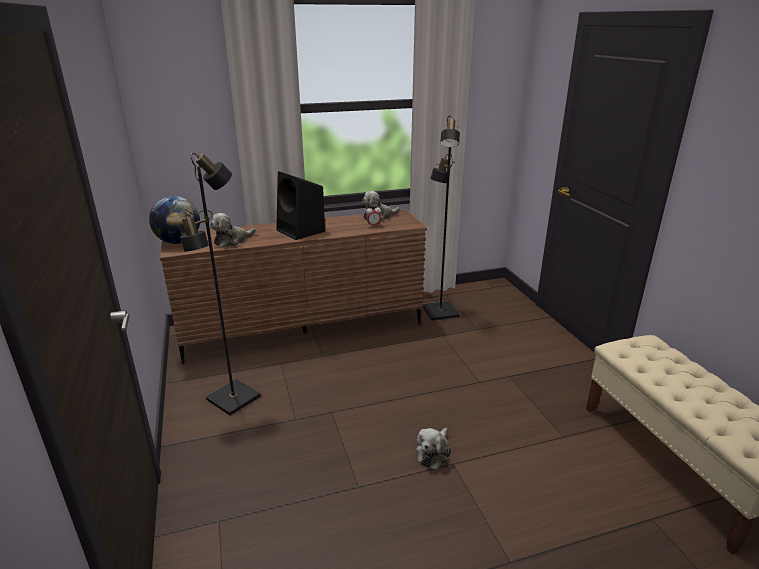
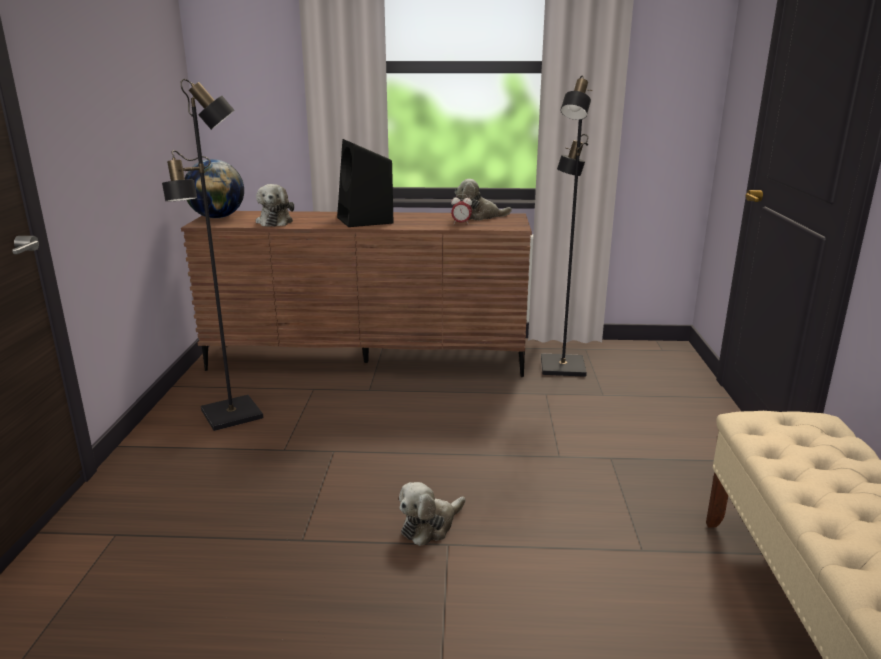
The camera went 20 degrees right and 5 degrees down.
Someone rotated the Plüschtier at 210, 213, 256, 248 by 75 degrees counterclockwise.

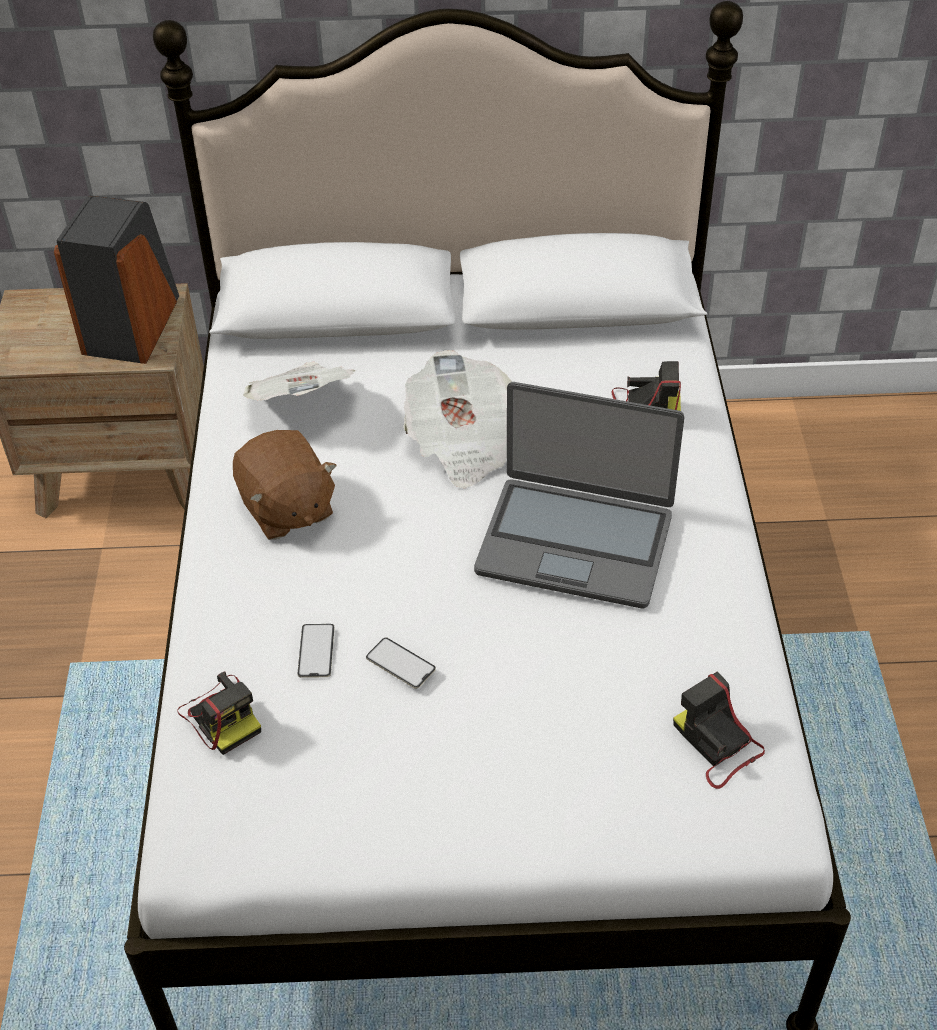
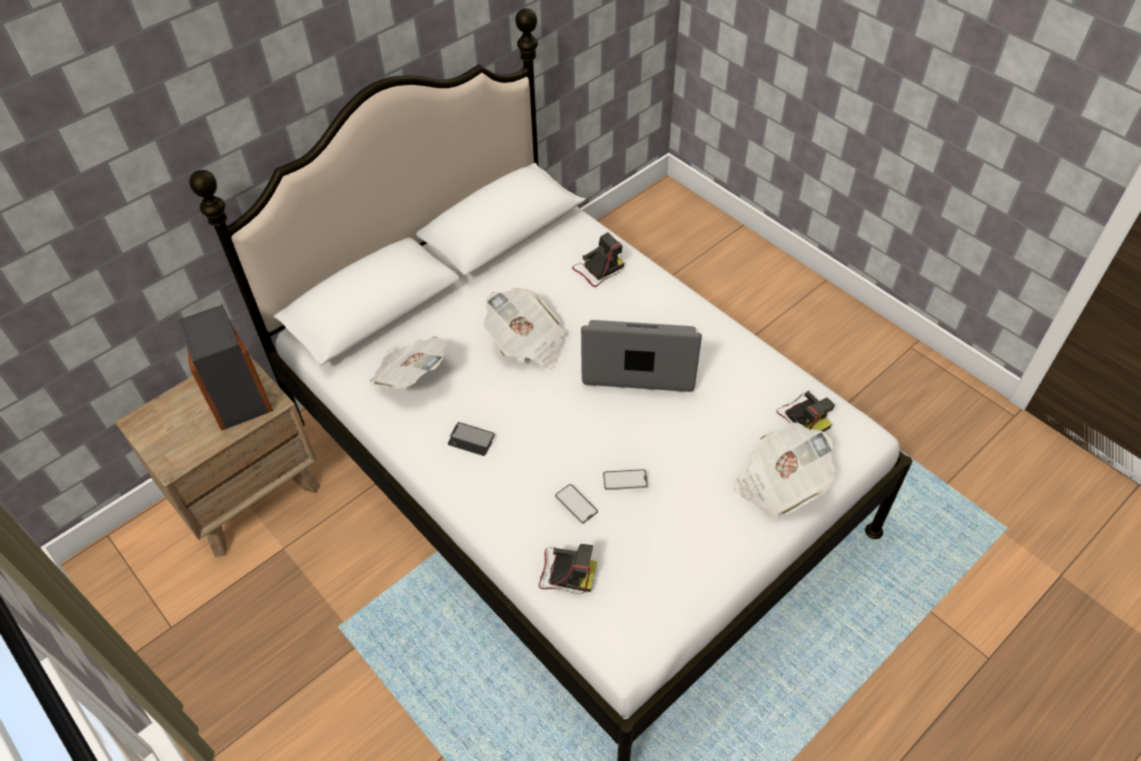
The camera went 40 degrees left and 5 degrees up.
Someone swapped the Plüschtier [braun] at 233, 430, 337, 540 for the Handy at 448, 422, 495, 456.
Someone rotated the Laptop at 474, 382, 684, 608 by 150 degrees counterclockwise.
Someone rotated the Kamera at 673, 672, 765, 789 by 135 degrees counterclockwise.
Someone put down the Zeitung at 733, 423, 836, 519.

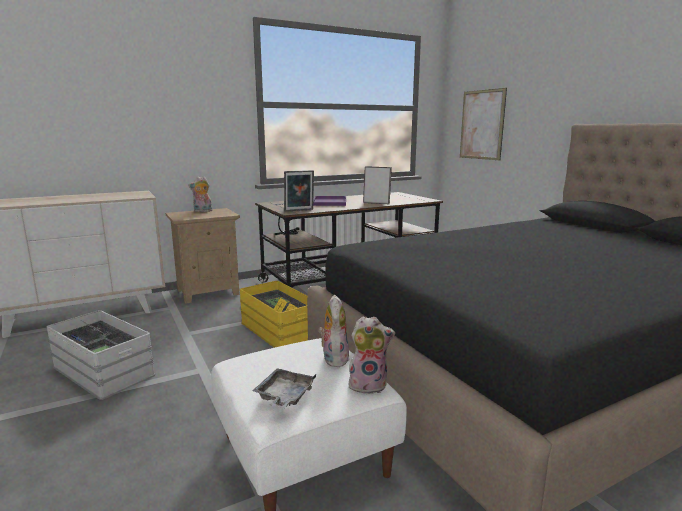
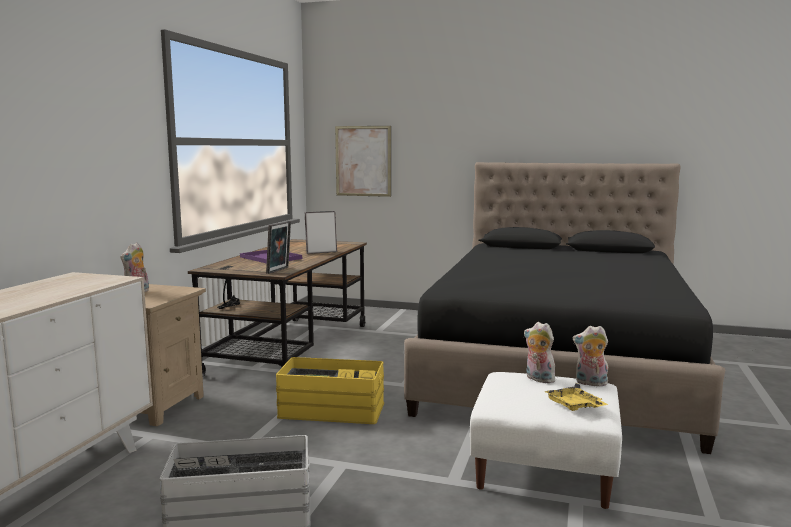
The camera went 45 degrees left and 5 degrees down.
Someone repainted the Tablett [grau] at 252, 368, 317, 408, which became the Tablett [gelb] at 544, 383, 608, 411.
Someone rotated the Plüschtier at 349, 317, 395, 394 by 120 degrees counterclockwise.

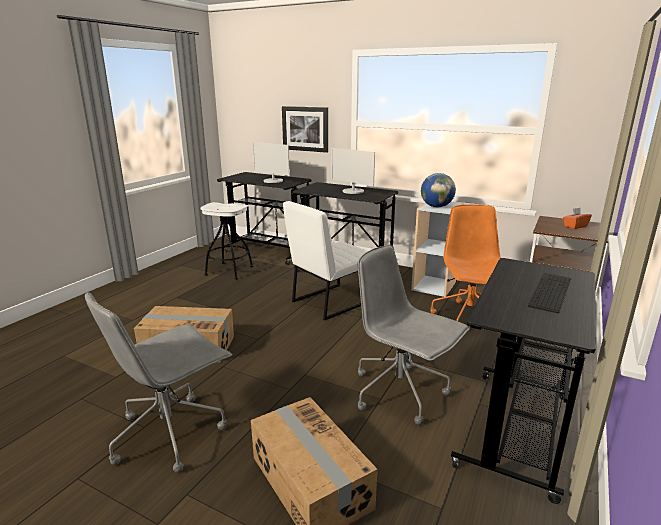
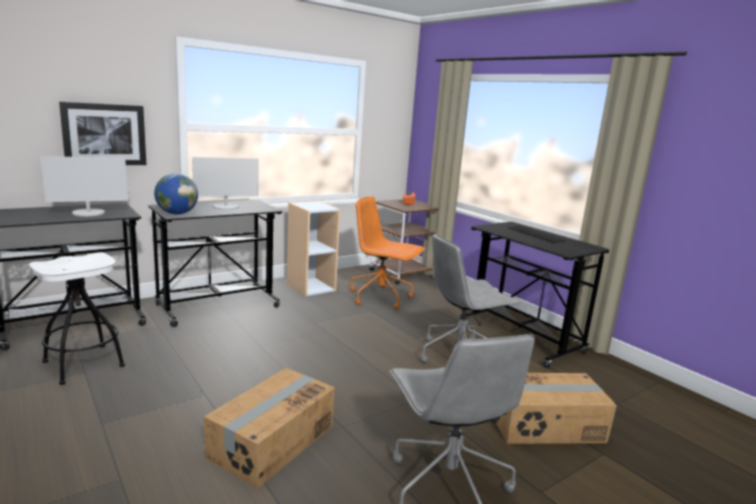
The camera went 65 degrees left and 5 degrees down.
Someone took away the Stuhl [weiß] at 283, 201, 368, 321.
Someone carried the Globus from 421, 173, 456, 207 to 154, 174, 198, 215.

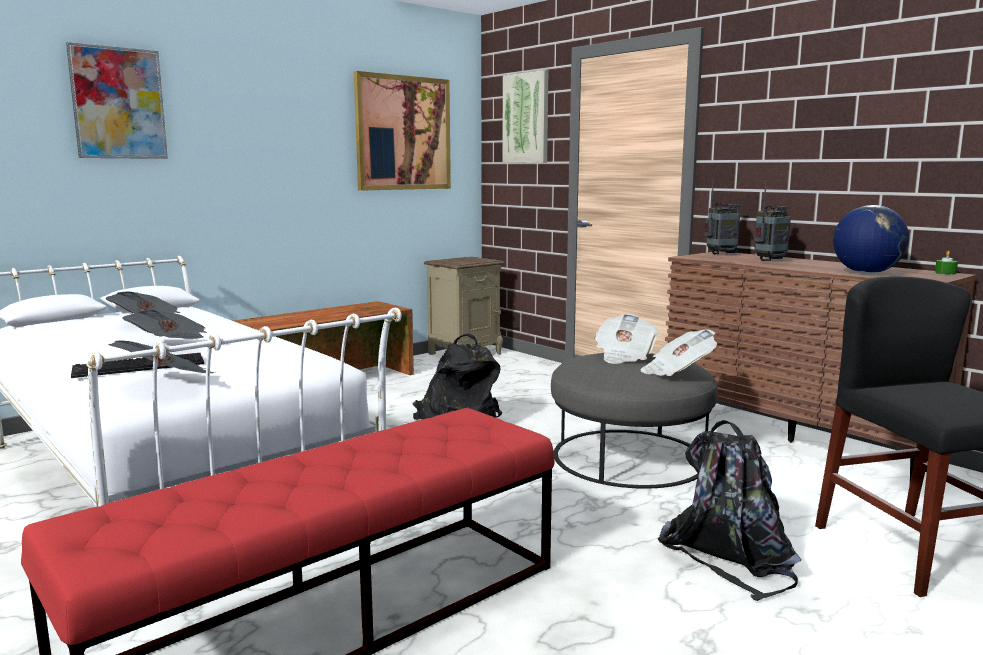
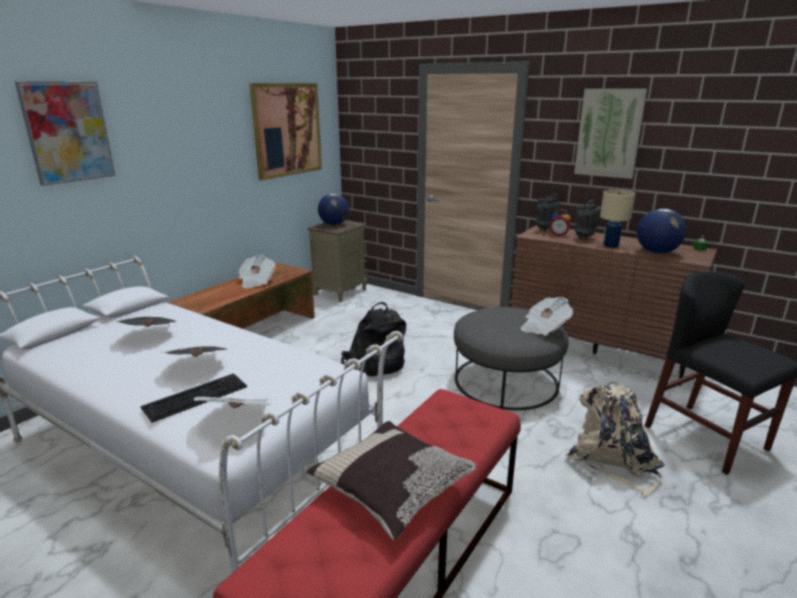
The camera went 15 degrees left and 10 degrees up.
Someone carried the Bild from 502, 70, 548, 163 to 574, 89, 647, 179.
Someone carried the Zeitung from 594, 314, 659, 364 to 238, 255, 276, 288.
Someone repainted the Rucksack [schwarz] at 658, 420, 801, 601, which became the Rucksack [beige] at 566, 382, 665, 497.
Someone put down the Kissen at 306, 421, 476, 540.
Someone put down the Globus at 318, 194, 349, 225.
Someone put down the Wecker at 549, 209, 571, 236.
Someone put down the Tischlampe [beige] at 600, 190, 636, 248.

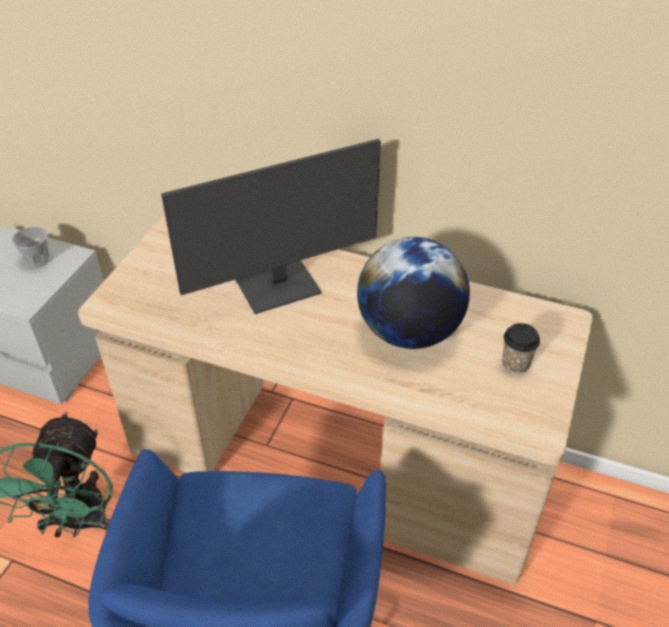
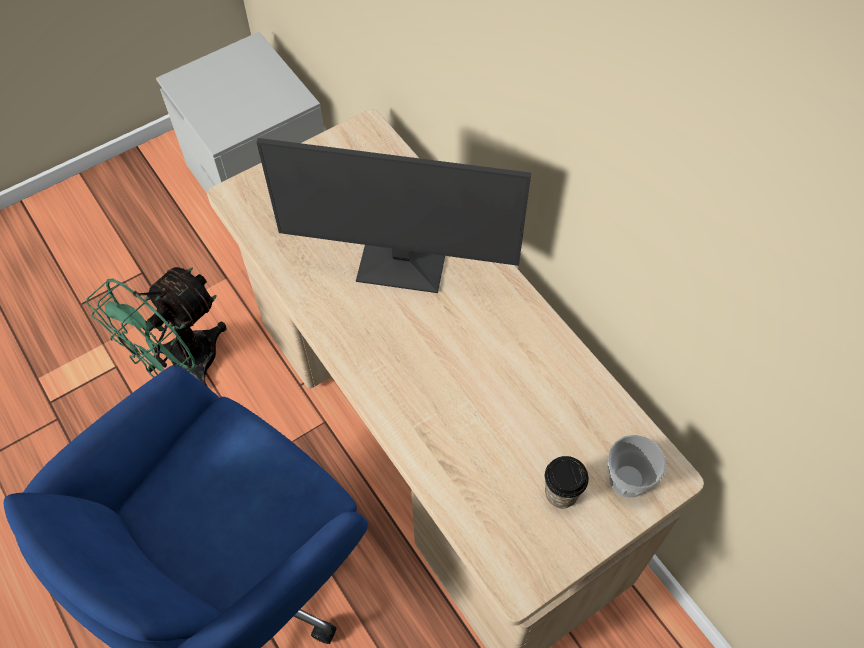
The camera went 35 degrees right and 15 degrees up.
Someone carried the Tasse from 12, 227, 50, 268 to 608, 435, 666, 498.
Someone took away the Globus at 357, 237, 470, 349.

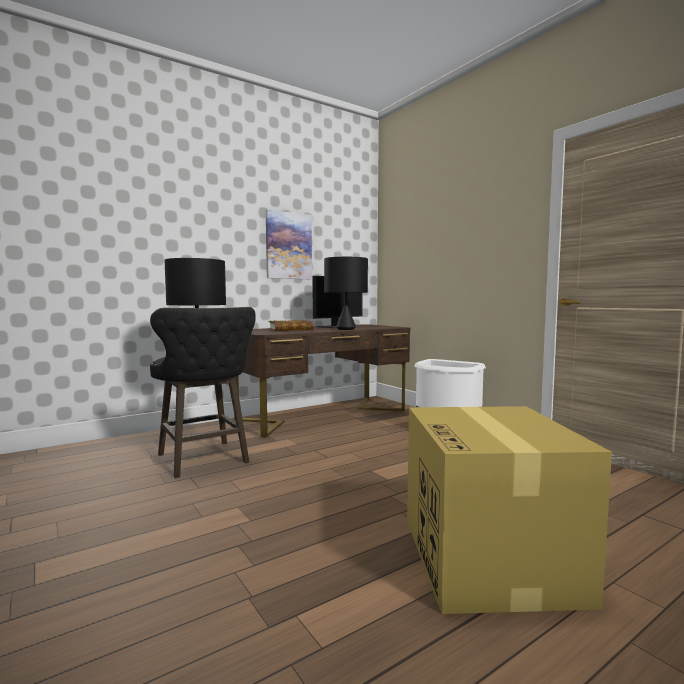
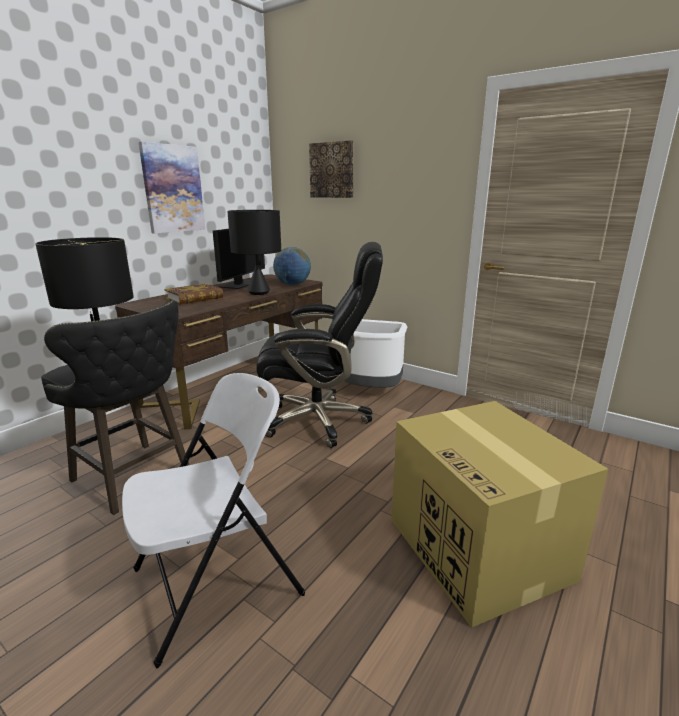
The camera went 20 degrees left and 15 degrees up.
Someone put down the Stuhl [weiß] at 122, 373, 305, 668.
Someone put down the Bürostuhl [schwarz] at 256, 242, 383, 448.
Someone put down the Globus at 273, 247, 311, 285.
Someone put up the Bild at 309, 140, 354, 198.

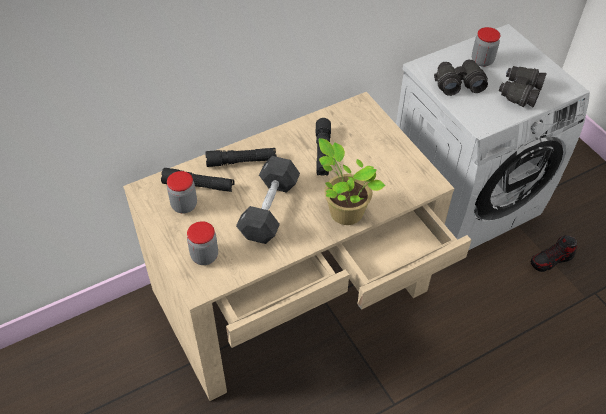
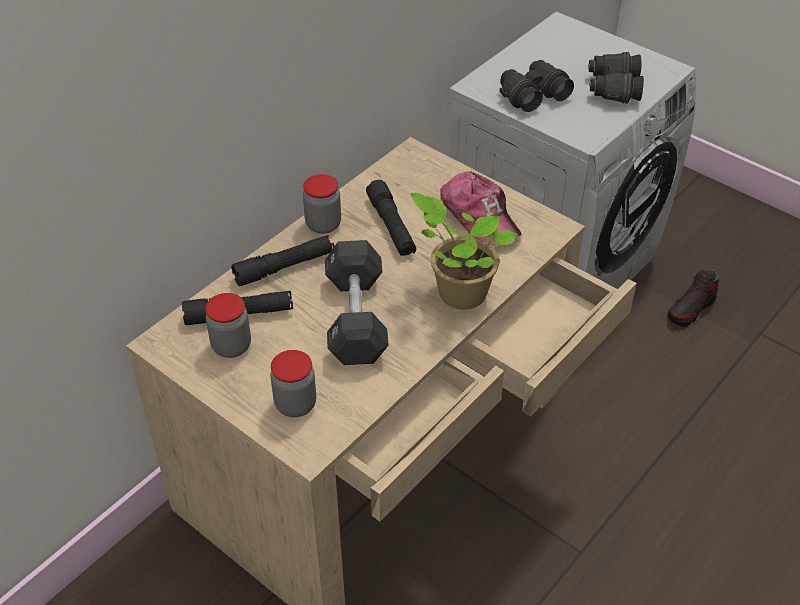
The camera went 20 degrees left and 5 degrees down.
Someone carried the Vorratsglas from 472, 27, 500, 67 to 303, 174, 341, 234.
Someone put down the Kappe at 440, 171, 522, 247.

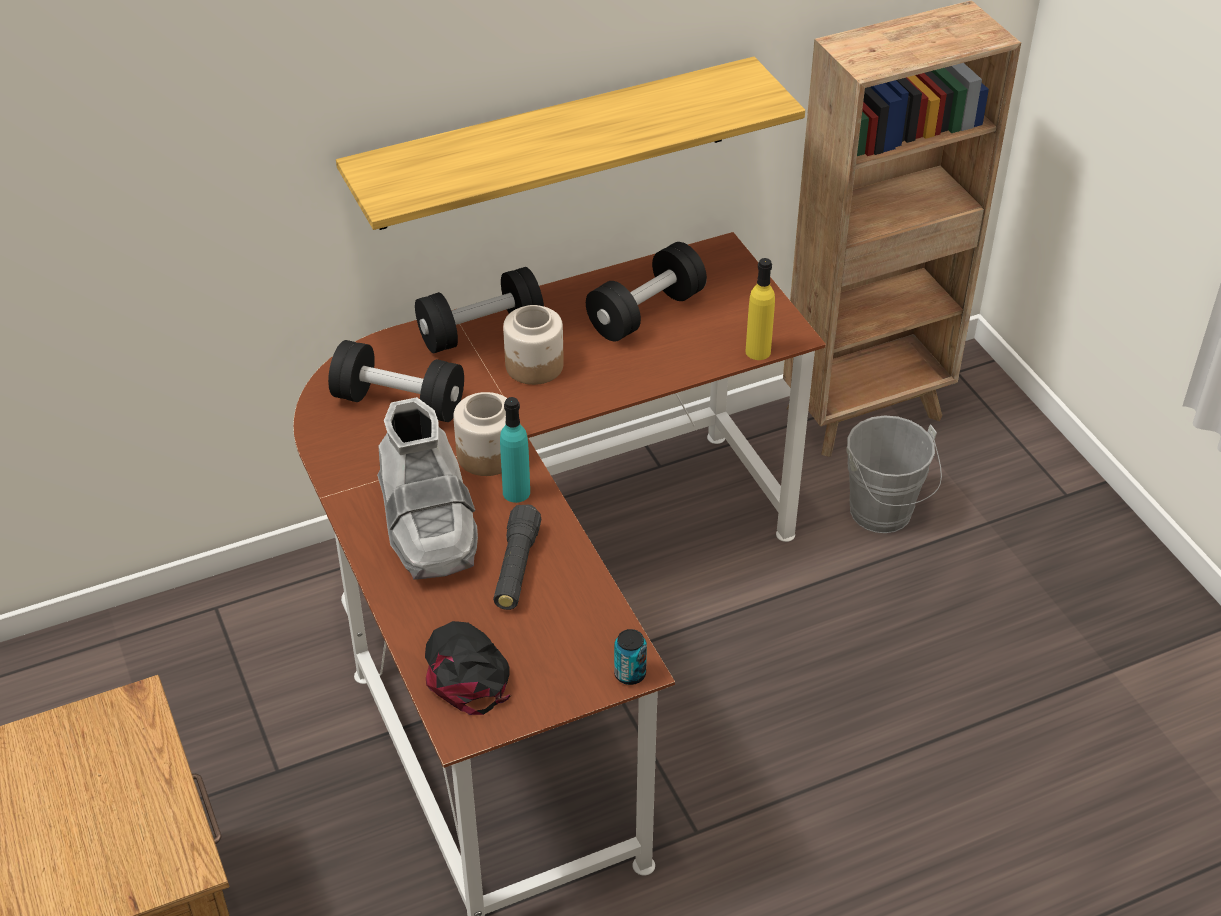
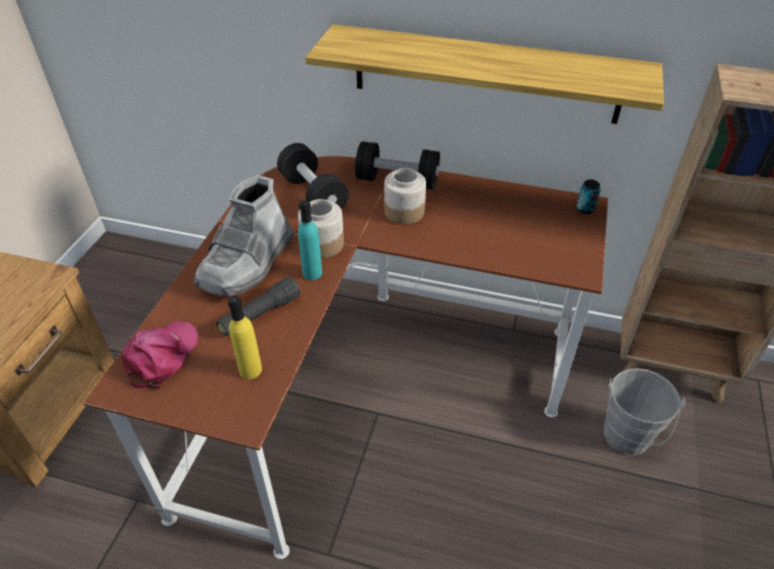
The camera went 40 degrees right and 0 degrees up.
Someone repainted the Kappe [schwarz] at 425, 621, 511, 715, which became the Kappe [rosa] at 121, 321, 199, 389.
Someone took away the Hantel [schwarz] at 586, 242, 707, 342.
Someone carried the Dose from 614, 629, 647, 685 to 576, 179, 601, 214.
Someone carried the Flasche [gelb] from 745, 258, 775, 360 to 228, 295, 262, 379.

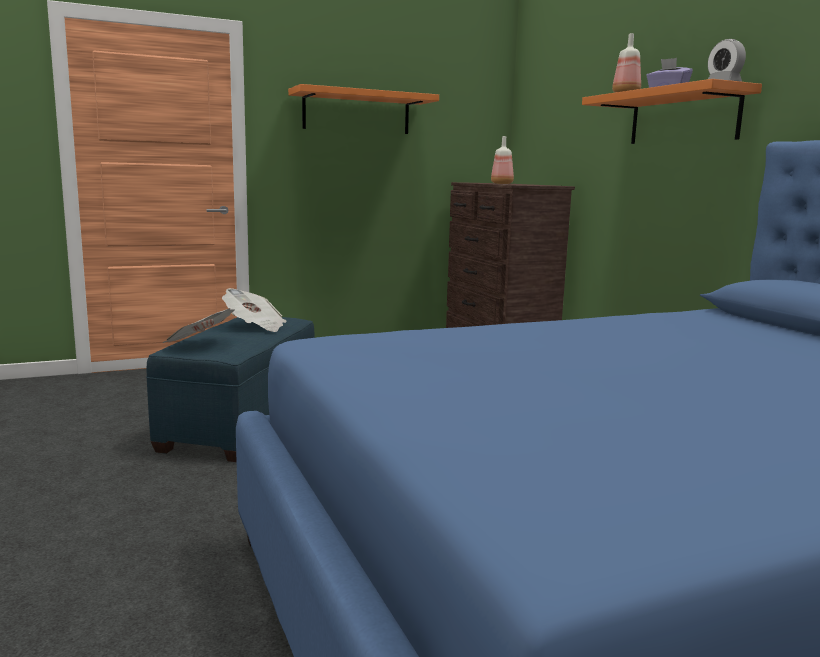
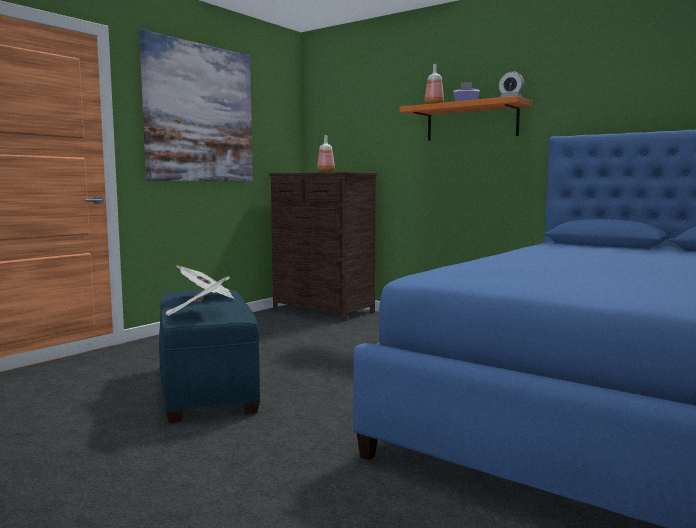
The camera went 30 degrees left and 5 degrees down.
Someone swapped the Wandregal [orange] at 288, 84, 439, 134 for the Bild at 139, 30, 253, 182.

